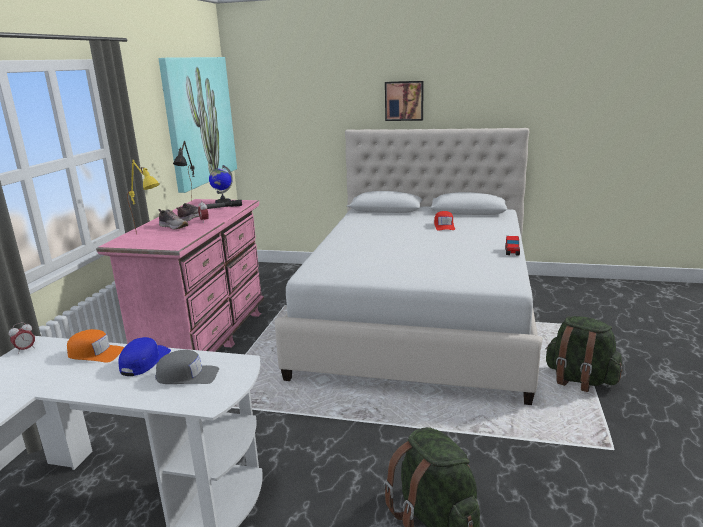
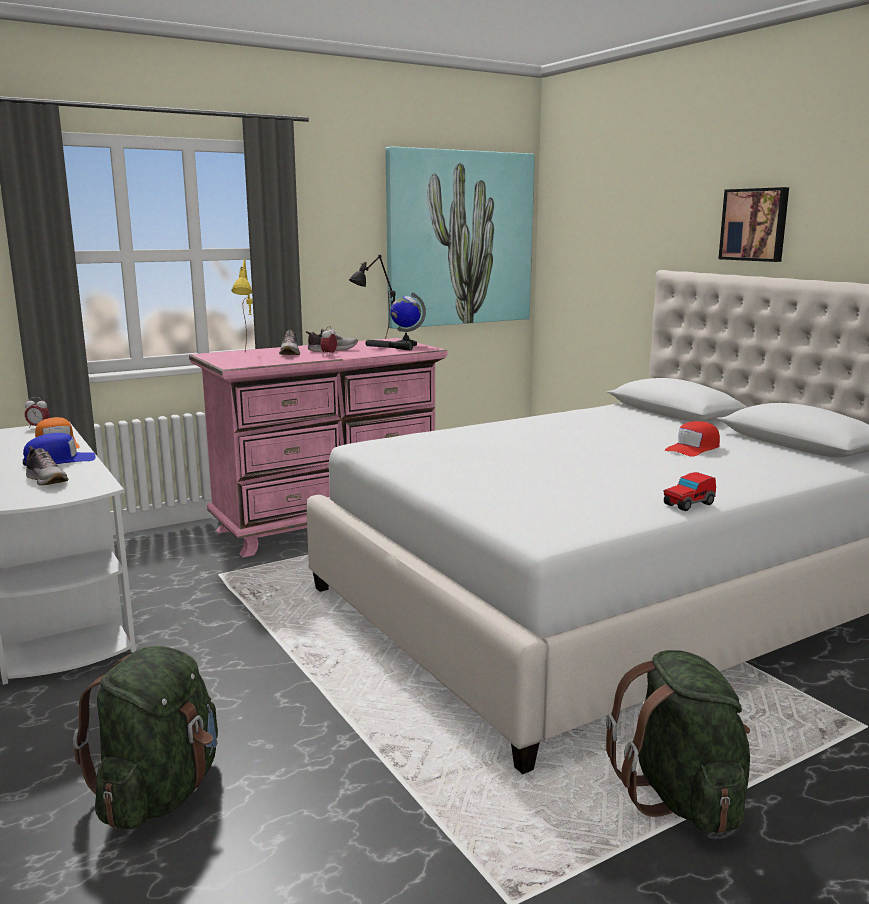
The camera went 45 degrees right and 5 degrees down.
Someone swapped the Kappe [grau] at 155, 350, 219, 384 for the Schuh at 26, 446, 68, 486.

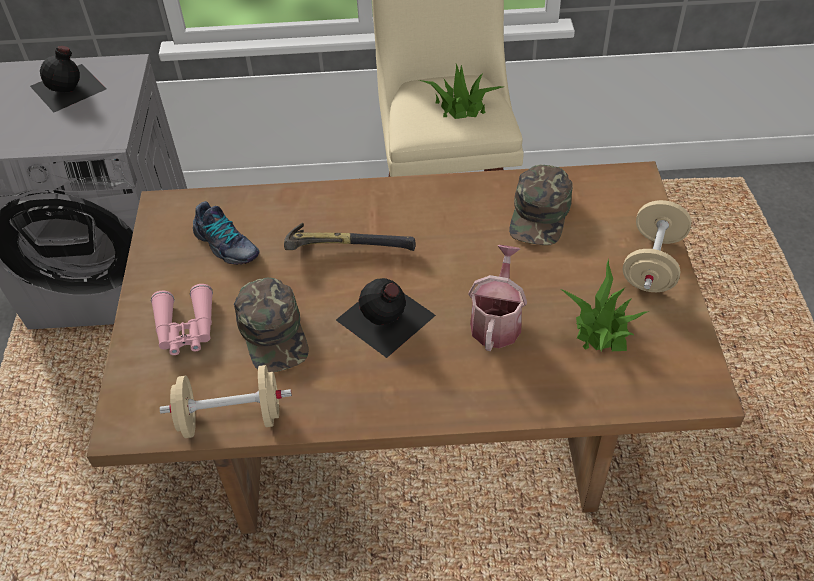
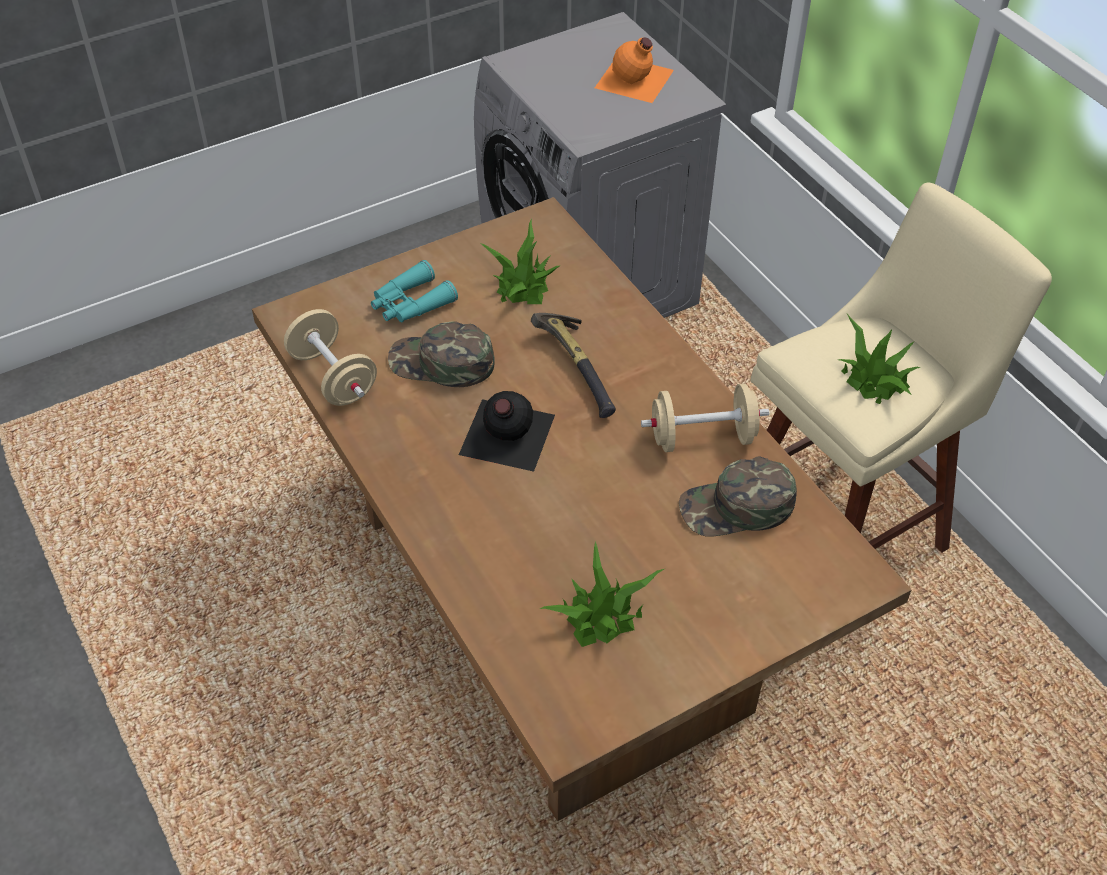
The camera went 60 degrees right and 0 degrees up.
Someone repainted the Flasche [schwarz] at 30, 46, 106, 112, which became the Flasche [orange] at 595, 38, 674, 103.
Someone repainted the Fernglas [rosa] at 151, 284, 213, 355, which became the Fernglas [türkis] at 371, 260, 458, 323.
Someone swapped the Schuh at 193, 201, 259, 265 for the Topfpflanze at 480, 218, 561, 304.
Someone rotated the Kappe [grün] at 234, 277, 309, 372 by 60 degrees clockwise.
Someone took away the Gießkanne at 468, 245, 527, 351.
Someone carried the Hantel [beige] from 623, 200, 691, 292 to 641, 384, 769, 452.

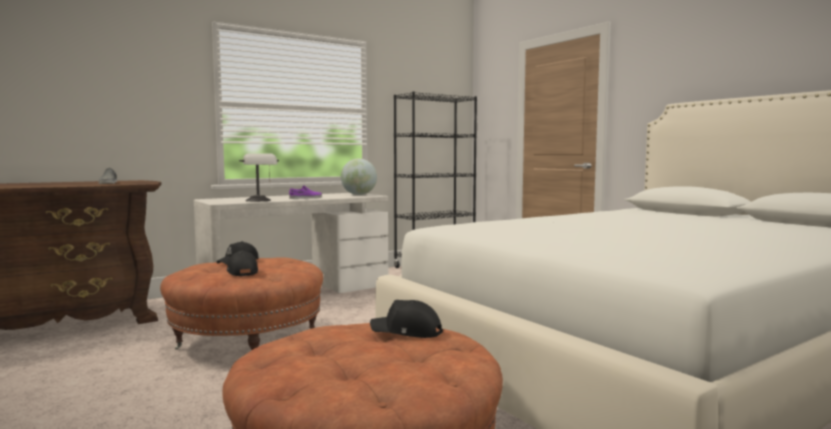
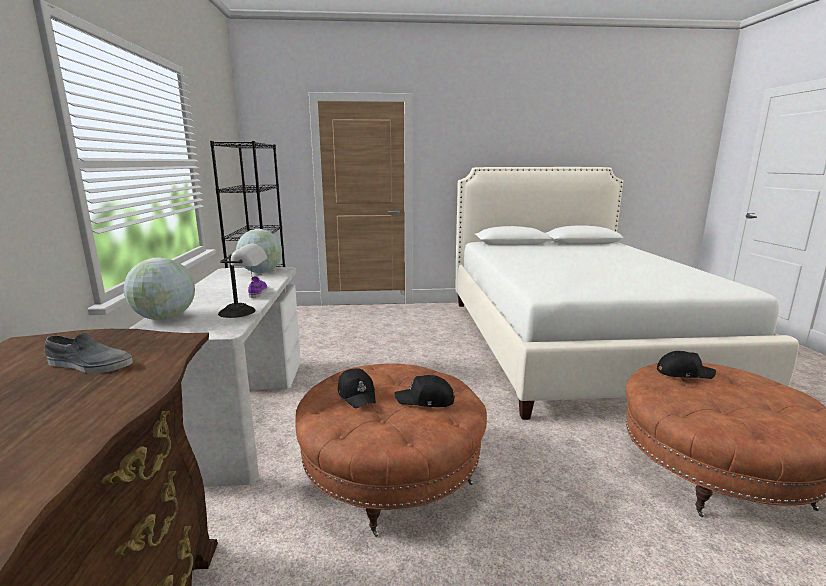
The camera went 60 degrees left and 10 degrees up.
Someone rotated the Kappe [schwarz] at 370, 300, 443, 338 by 135 degrees counterclockwise.
Someone put down the Globus at 124, 258, 195, 320.

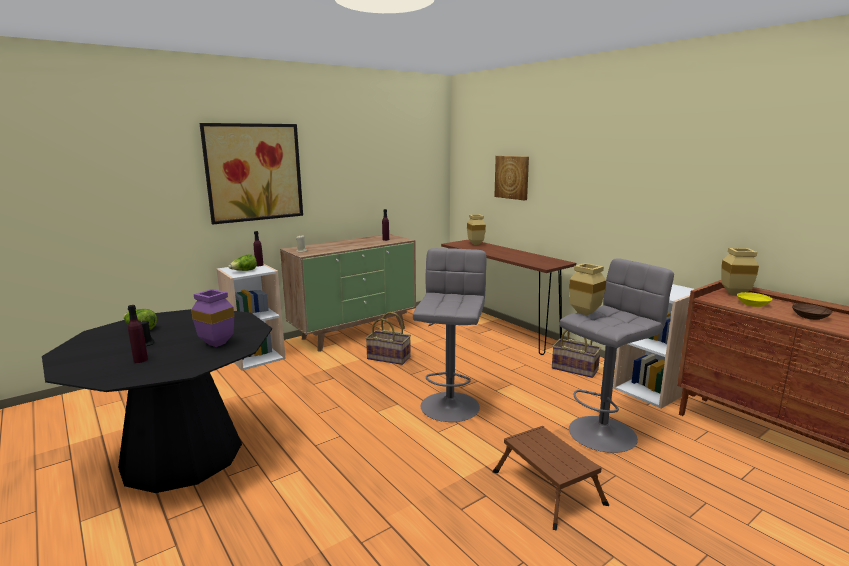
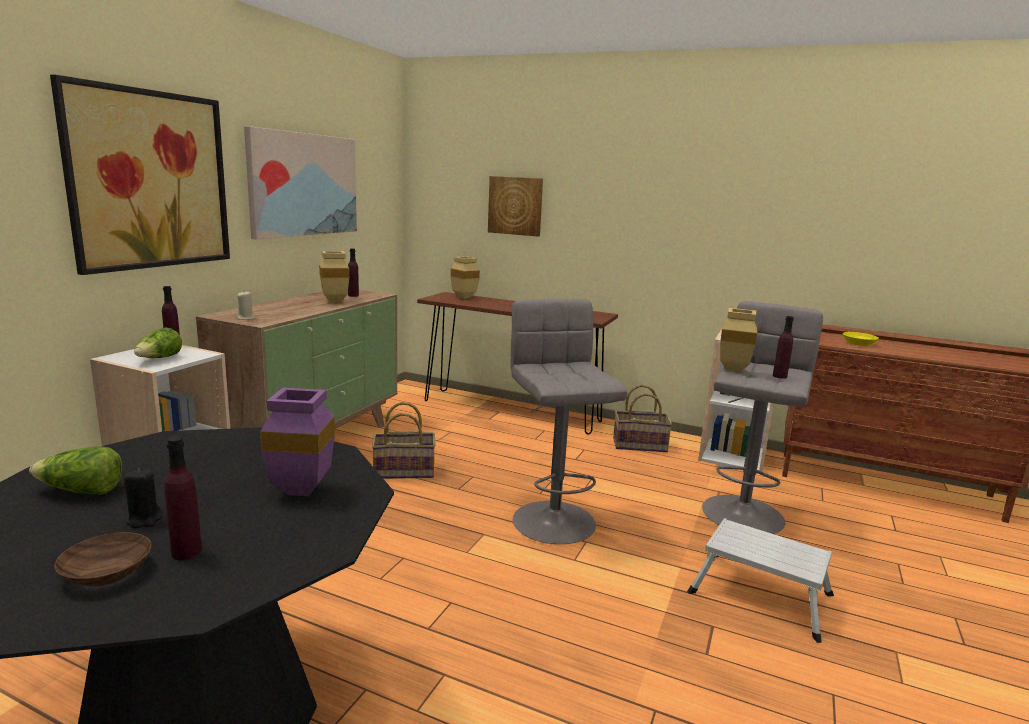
The camera went 30 degrees left and 0 degrees up.
Someone repainted the Trittleiter [braun] at 493, 426, 609, 531, which became the Trittleiter [weiß] at 687, 518, 834, 643.
Someone carried the Vase [beige] from 721, 248, 759, 295 to 319, 251, 349, 303.
Someone carried the Schüssel [braun] from 792, 304, 832, 320 to 54, 532, 152, 586.
Someone put up the Bild at 244, 126, 357, 239.
Someone put down the Flasche [lila] at 773, 316, 794, 379.

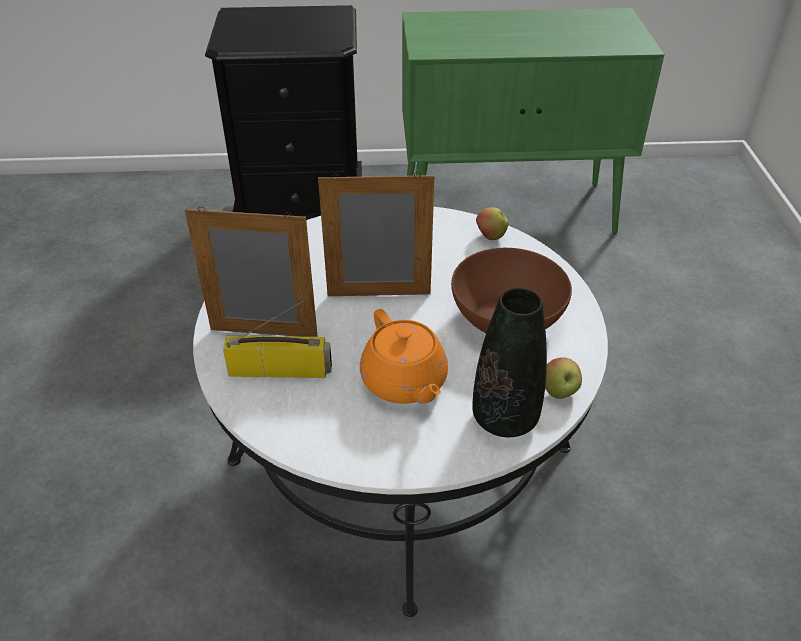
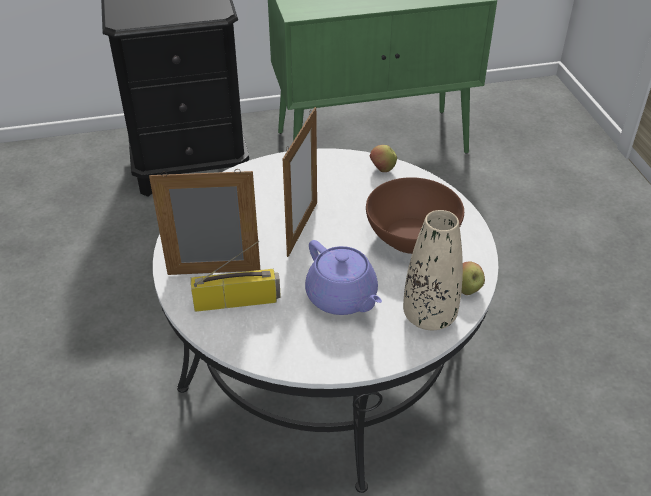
The camera went 10 degrees left and 0 degrees up.
Someone rotated the Bilderrahmen at 318, 172, 434, 296 by 120 degrees clockwise.
Someone repainted the Teekanne [orange] at 360, 309, 448, 404, which became the Teekanne [lila] at 305, 240, 382, 315.
Someone repainted the Vase [schwarz] at 472, 288, 547, 437, which became the Vase [beige] at 403, 210, 463, 330.

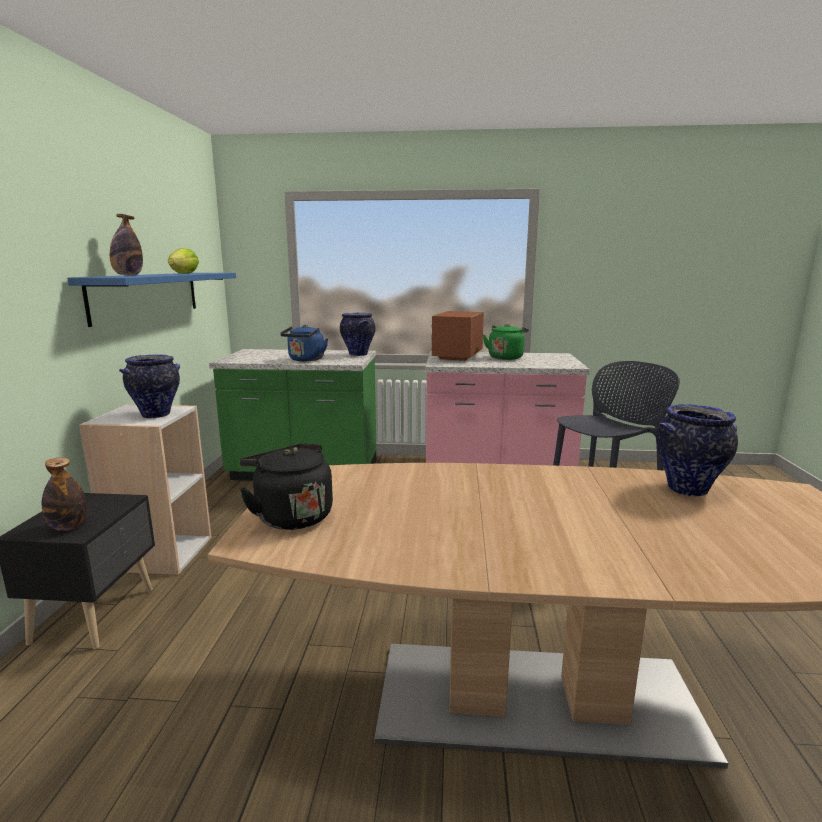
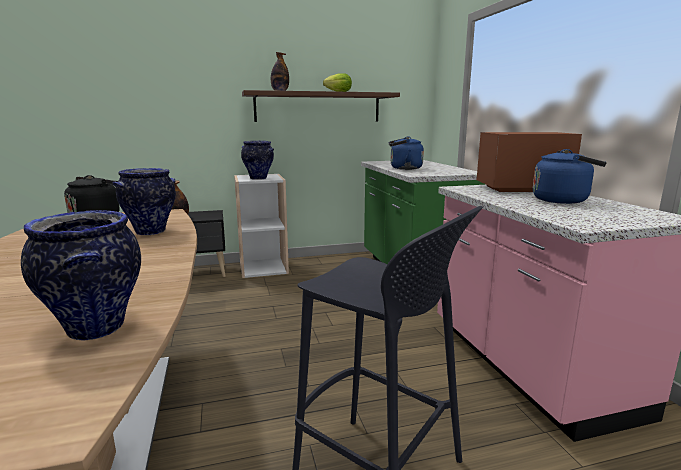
The camera went 70 degrees right and 0 degrees up.
Someone repainted the Wandregal [blau] at 67, 273, 236, 327, which became the Wandregal [braun] at 242, 90, 400, 122.
Someone carried the Vase from 340, 313, 376, 356 to 112, 168, 176, 235.
Someone repainted the Wasserkessel [grün] at 483, 324, 529, 360, which became the Wasserkessel [blau] at 533, 149, 607, 204.

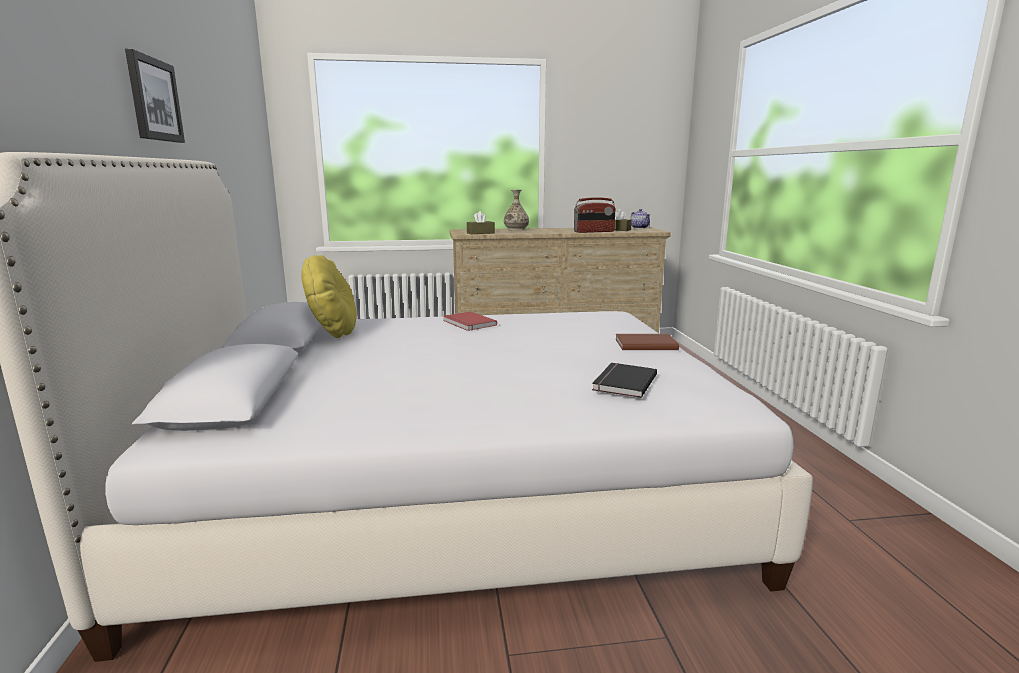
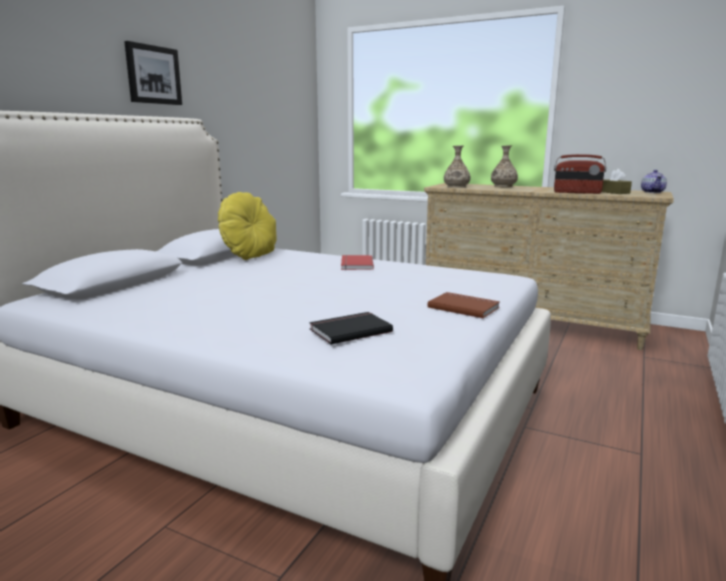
The camera went 35 degrees right and 0 degrees up.
Someone swapped the Taschentuchbox [braun] at 467, 211, 495, 234 for the Vase at 444, 146, 471, 188.

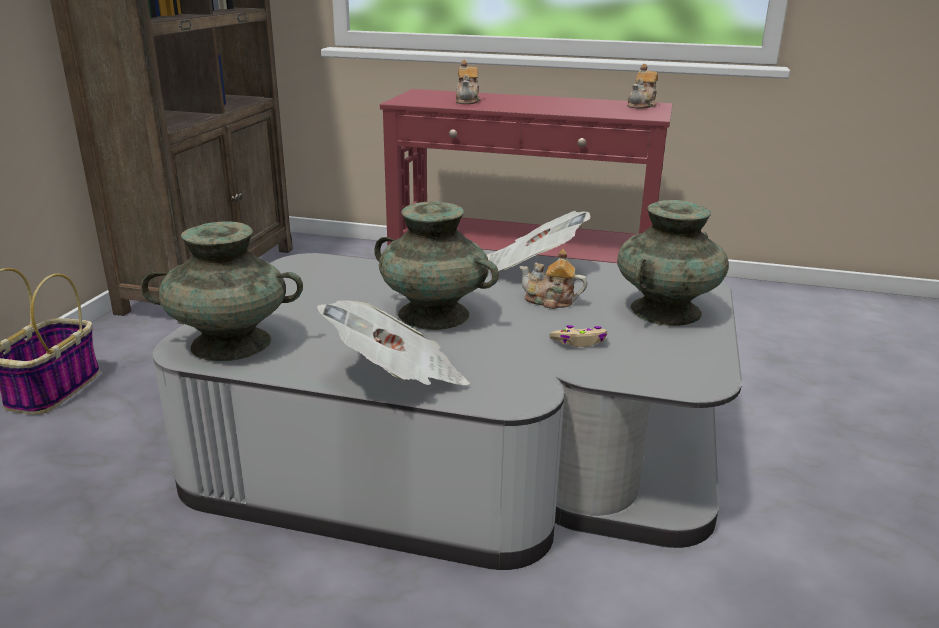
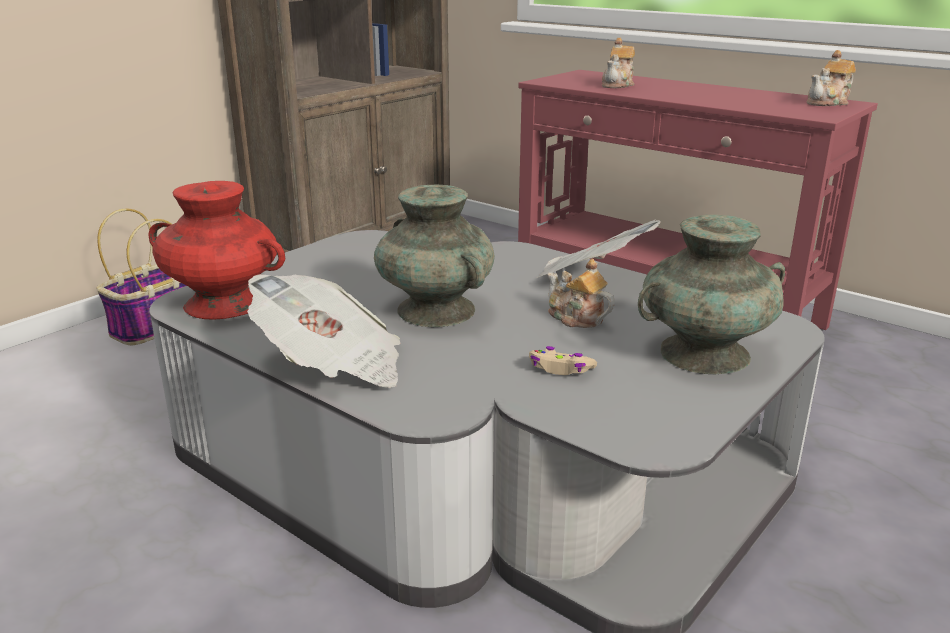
The camera went 25 degrees right and 0 degrees up.
Someone repainted the Vase [türkis] at 141, 221, 303, 361, which became the Vase [rot] at 149, 181, 285, 320.

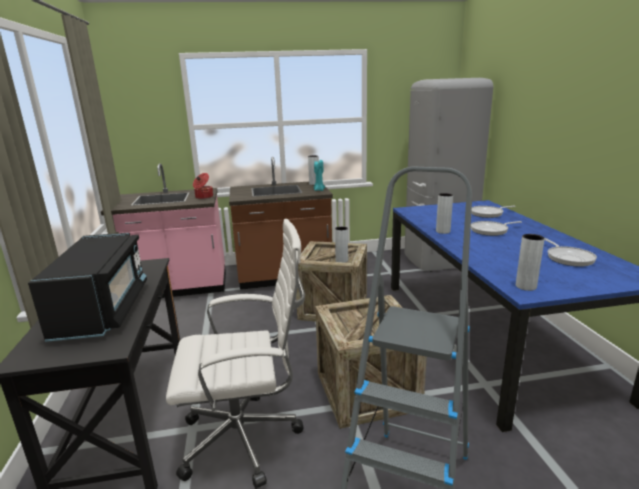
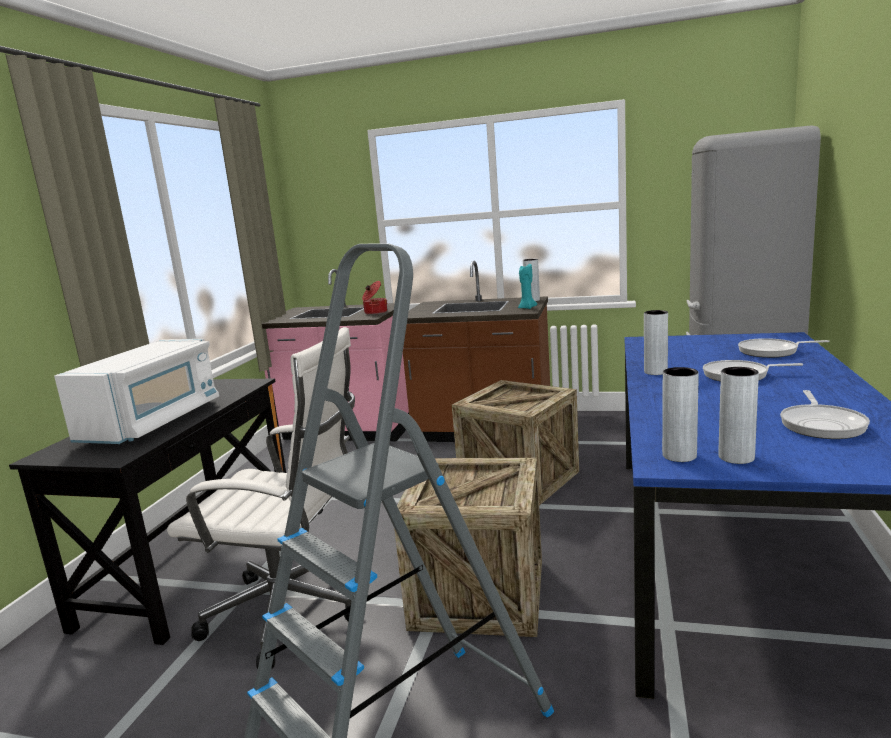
The camera went 25 degrees right and 5 degrees down.
Someone repainted the Mikrowelle [schwarz] at 28, 233, 147, 342, which became the Mikrowelle [weiß] at 54, 339, 219, 444.
Someone carried the Vase [grau] from 335, 226, 348, 263 to 718, 367, 759, 464.

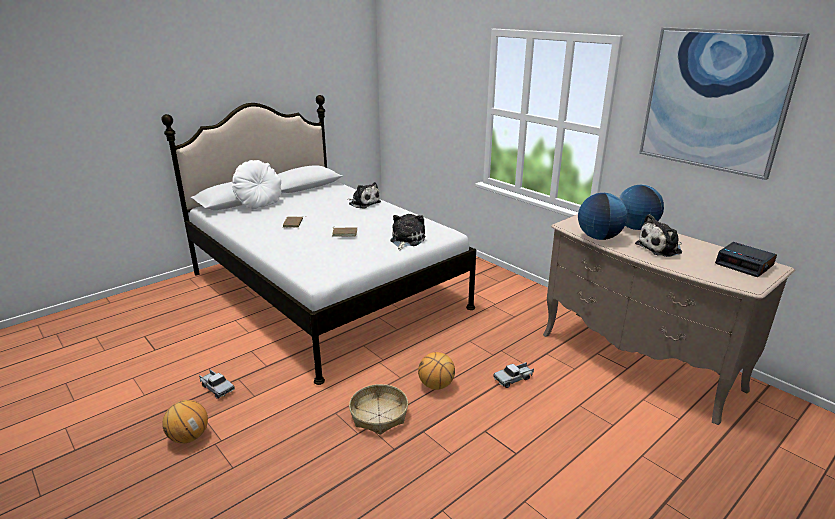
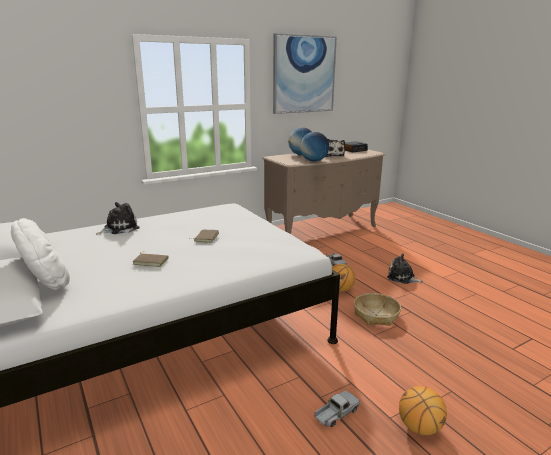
The camera went 80 degrees left and 5 degrees down.
Someone carried the Plüschtier from 390, 214, 426, 250 to 387, 253, 423, 284.

